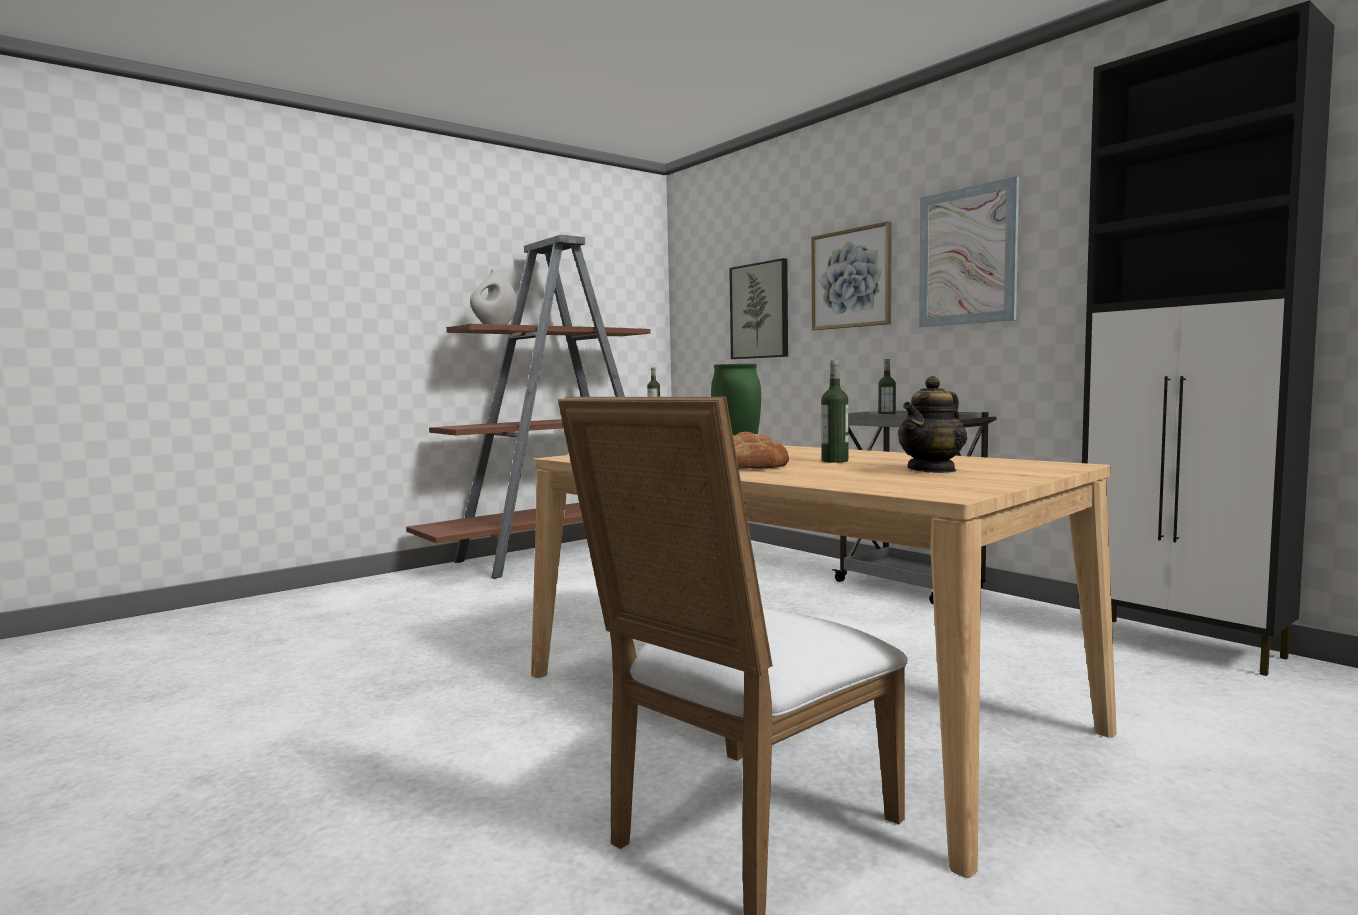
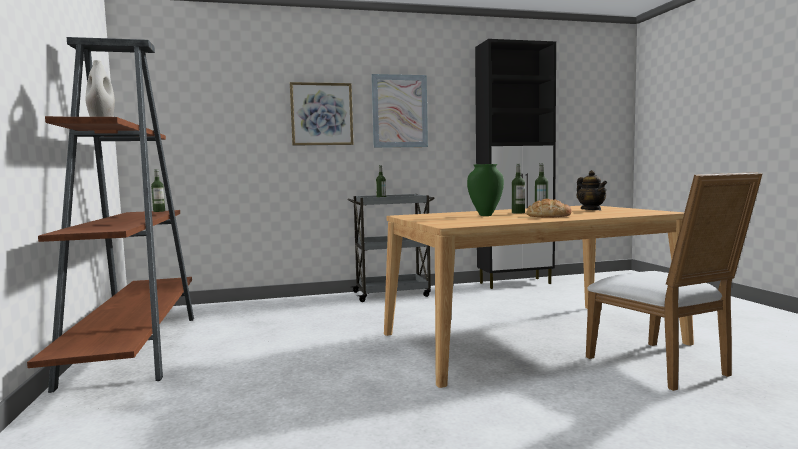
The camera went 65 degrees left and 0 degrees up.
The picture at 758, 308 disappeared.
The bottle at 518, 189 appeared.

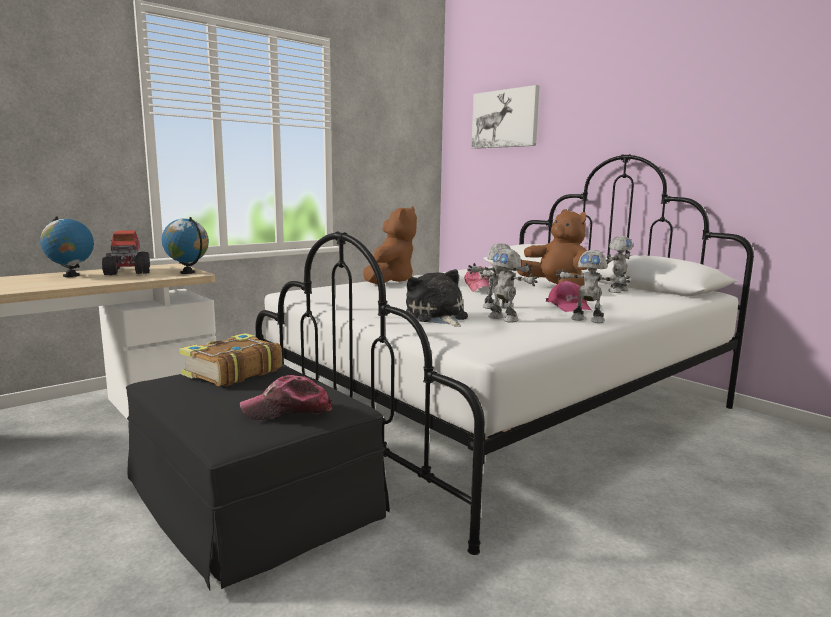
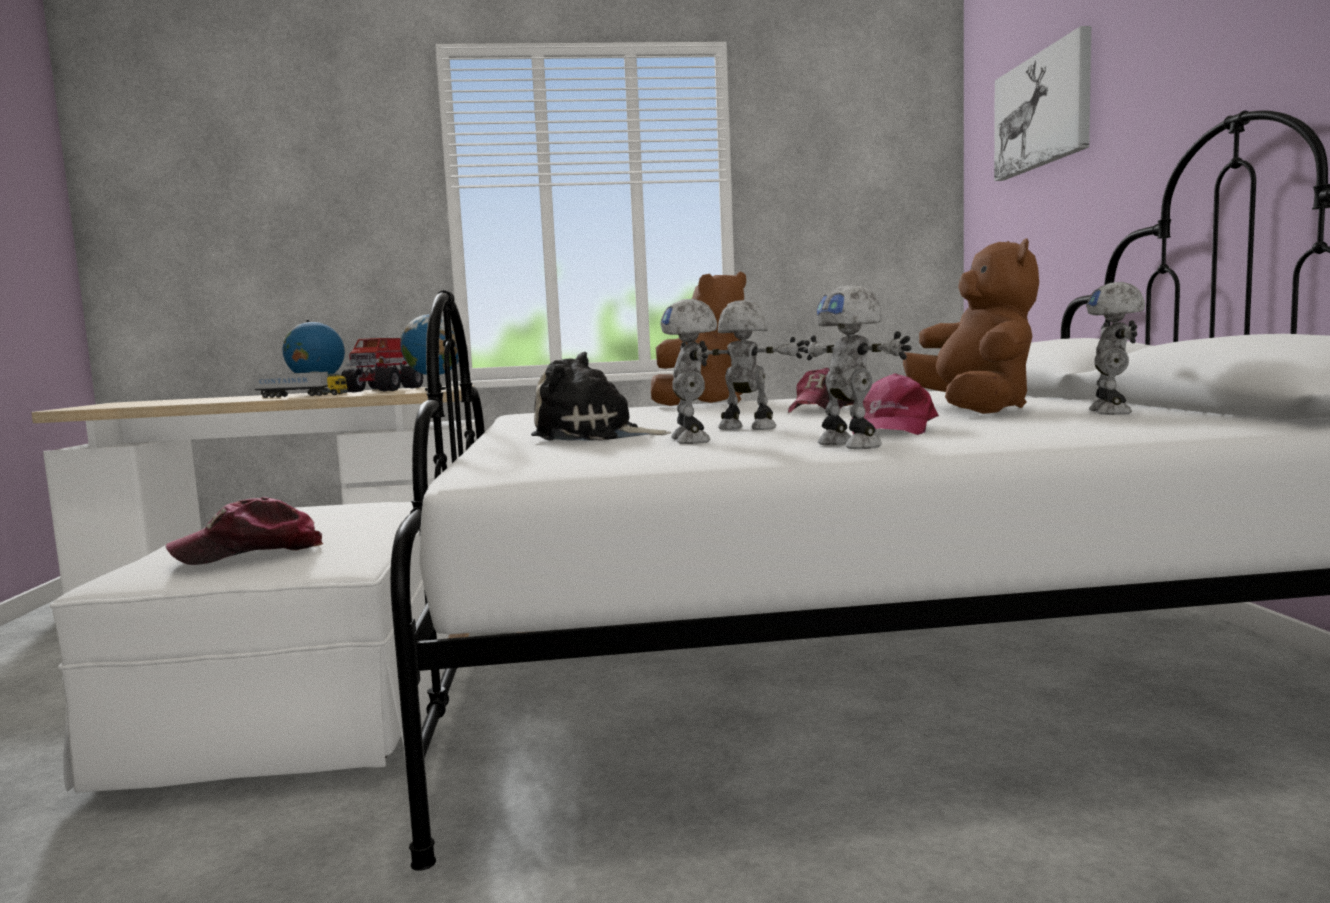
The camera went 35 degrees right and 5 degrees down.
The toy robot at 619, 264 turned 120 degrees clockwise.
The plush toy at 437, 298 turned 90 degrees counterclockwise.
The book at 230, 360 disappeared.
The ottoman in black at 258, 477 became the ottoman in white at 250, 647.
The cap at 286, 397 turned 45 degrees counterclockwise.
The toy truck at 300, 384 appeared.

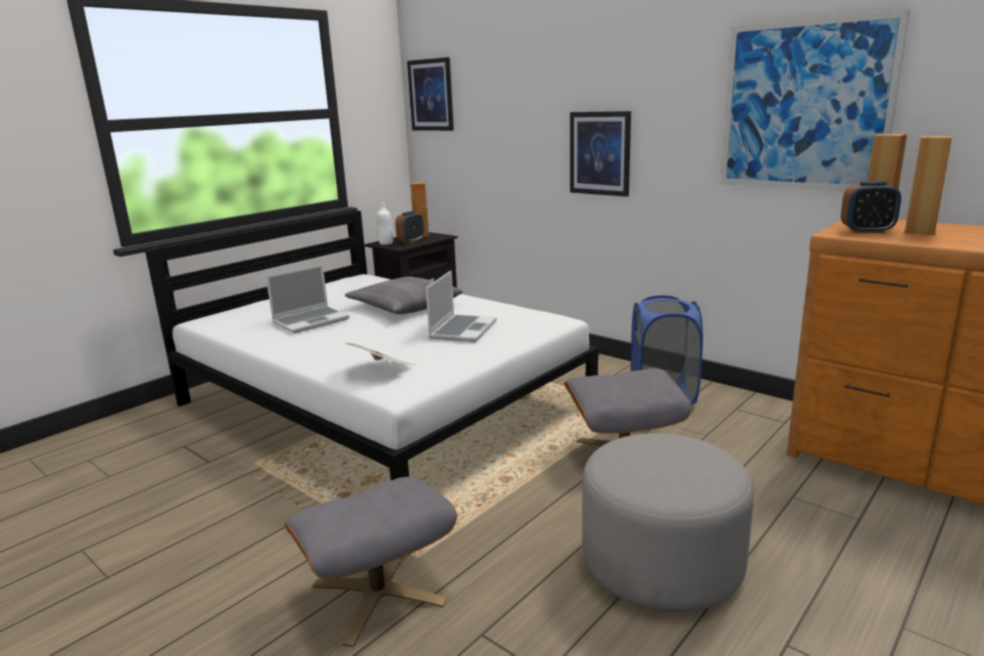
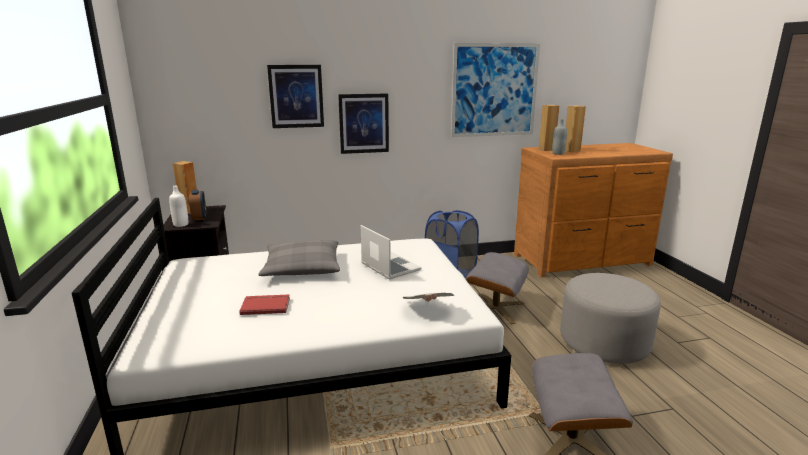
The camera went 55 degrees left and 0 degrees up.
The picture moved from 430, 94 to 295, 96.
The alarm clock at 871, 207 was replaced by the bottle in grey at 559, 137.
The laptop at 307, 298 was replaced by the book in red at 264, 304.

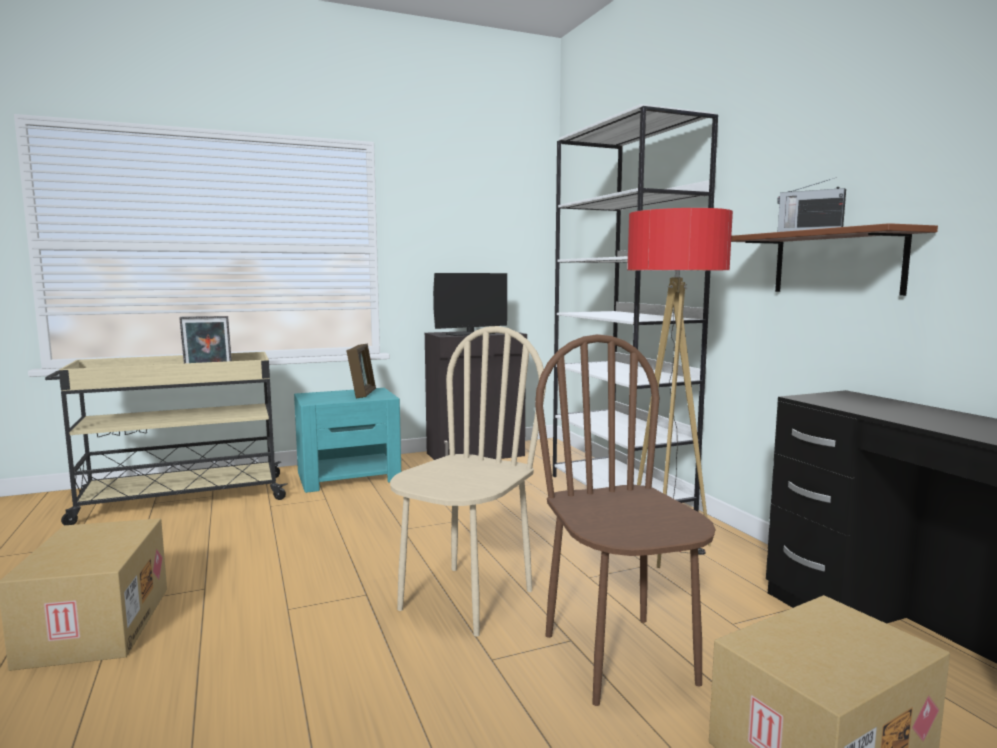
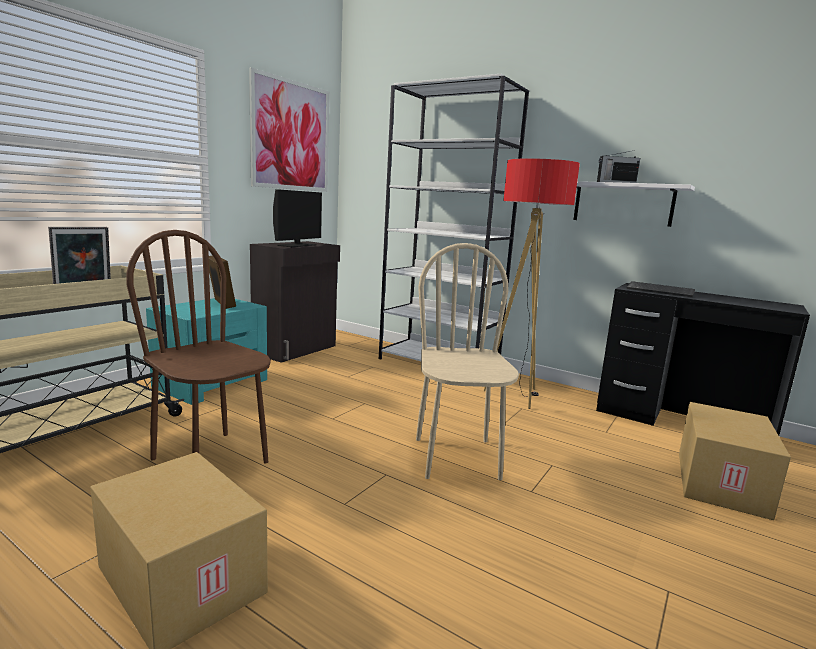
The camera went 35 degrees left and 5 degrees up.
The shelf in brown at 834, 259 became the shelf in white at 634, 204.
The chair in brown moved from 625, 520 to 198, 346.
The picture at 289, 129 appeared.
The keyboard at 661, 289 appeared.

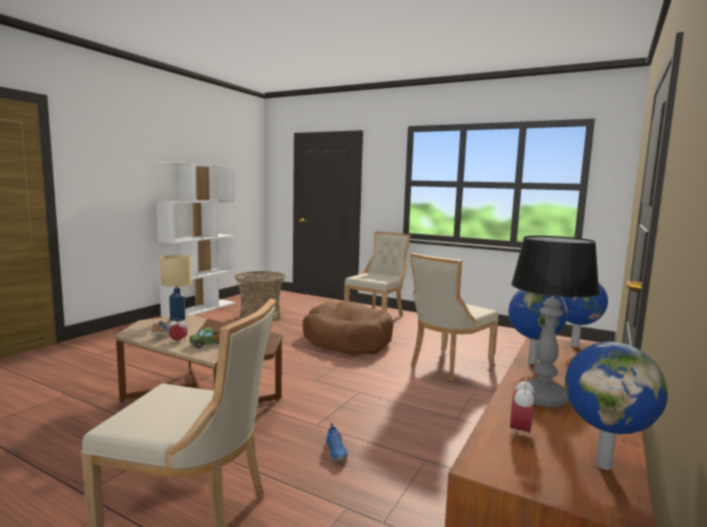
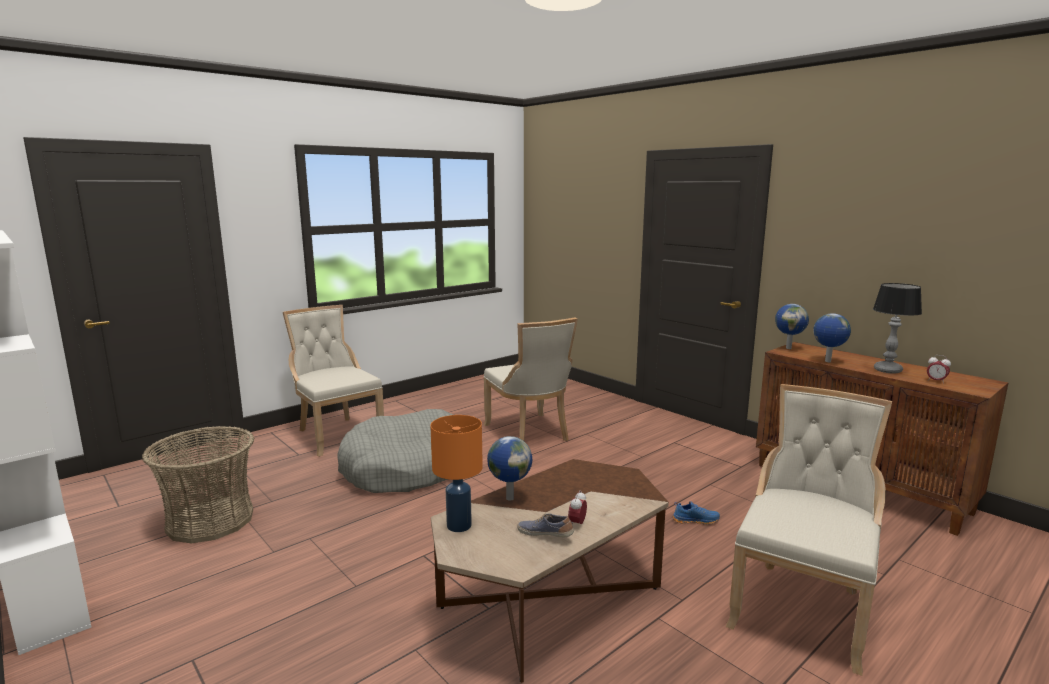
The camera went 70 degrees left and 5 degrees up.
The table lamp in beige at 176, 288 became the table lamp in orange at 456, 473.
The dog bed in brown at 348, 328 became the dog bed in grey at 395, 451.
The toy truck at 204, 337 disappeared.
The globe moved from 616, 405 to 509, 468.

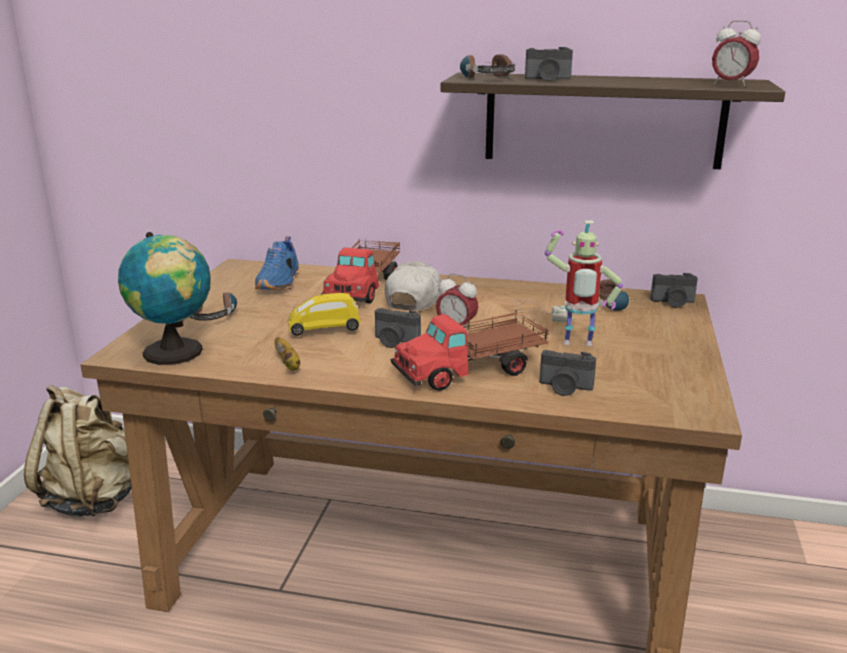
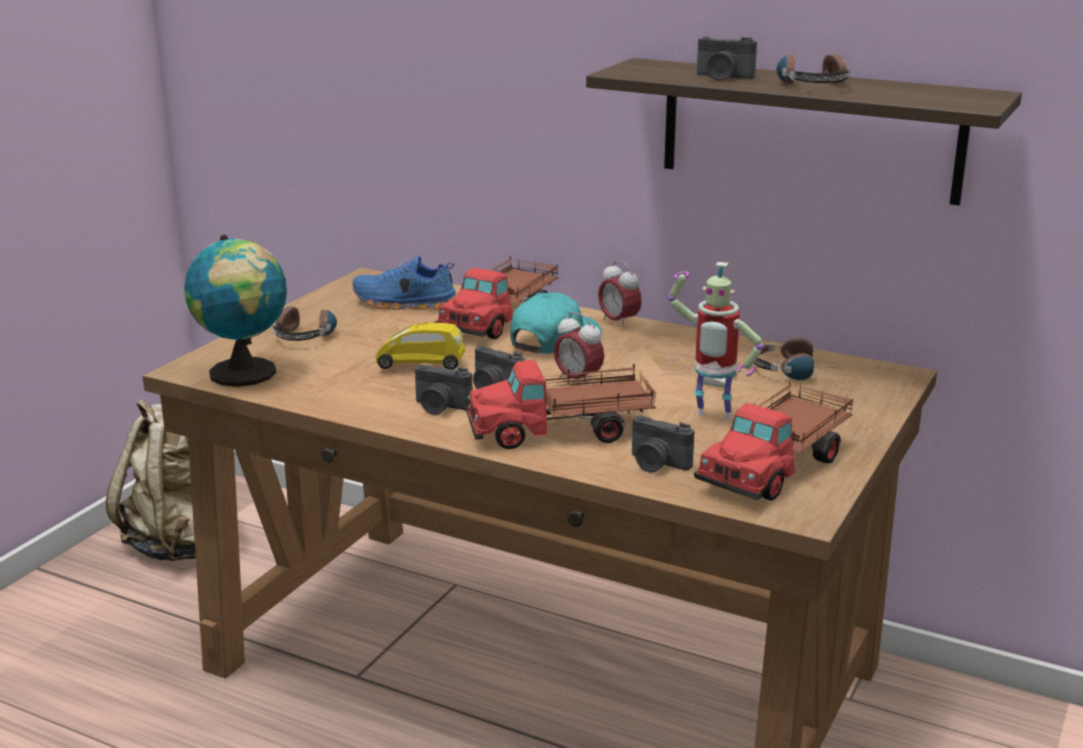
The camera went 15 degrees right and 0 degrees up.
The alarm clock moved from 736, 53 to 620, 294.
The headphones moved from 487, 66 to 813, 69.
The shoe in blue at 277, 263 turned 75 degrees clockwise.
The cap in white at 416, 286 became the cap in turquoise at 556, 323.
The photo camera moved from 674, 290 to 444, 390.
The banana at 287, 354 disappeared.
The toy truck at 774, 440 appeared.

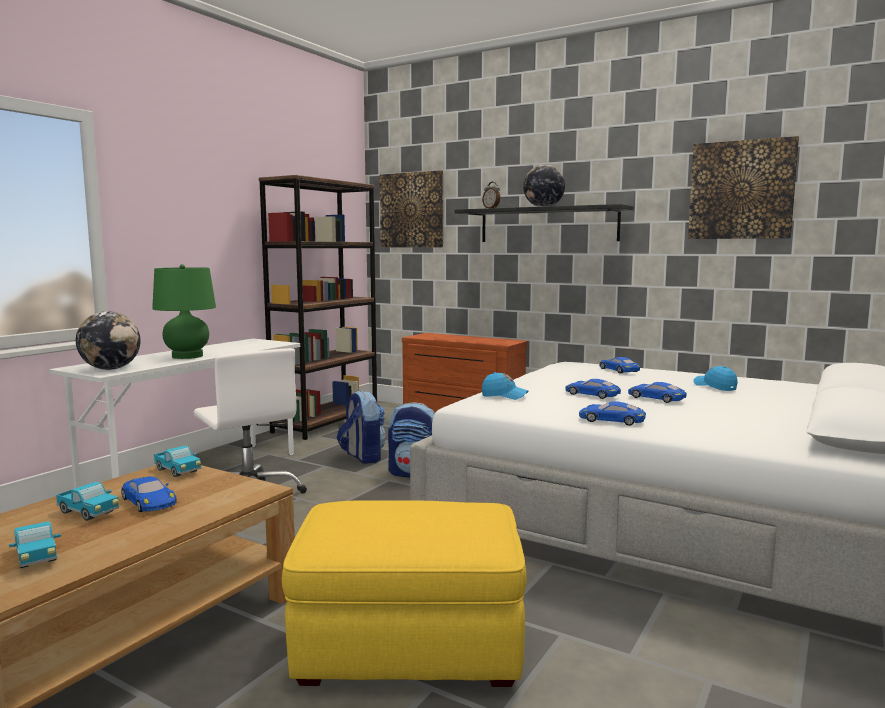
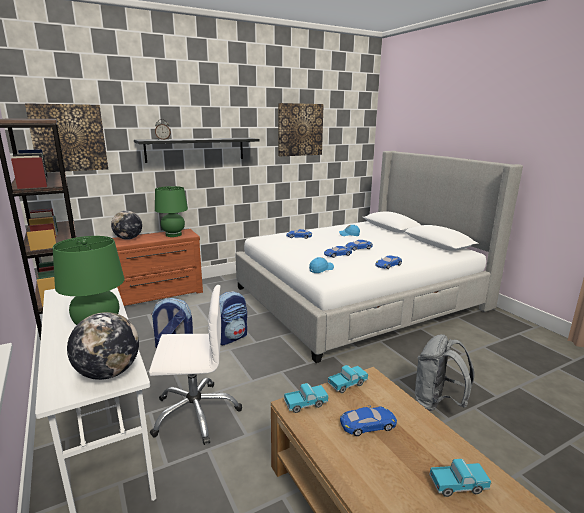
The camera went 60 degrees left and 10 degrees up.
The globe moved from 544, 185 to 126, 225.
The toy truck moved from 87, 501 to 348, 379.
The ottoman in yellow at 404, 593 was replaced by the backpack in grey at 445, 372.
The table lamp in green at 171, 211 appeared.

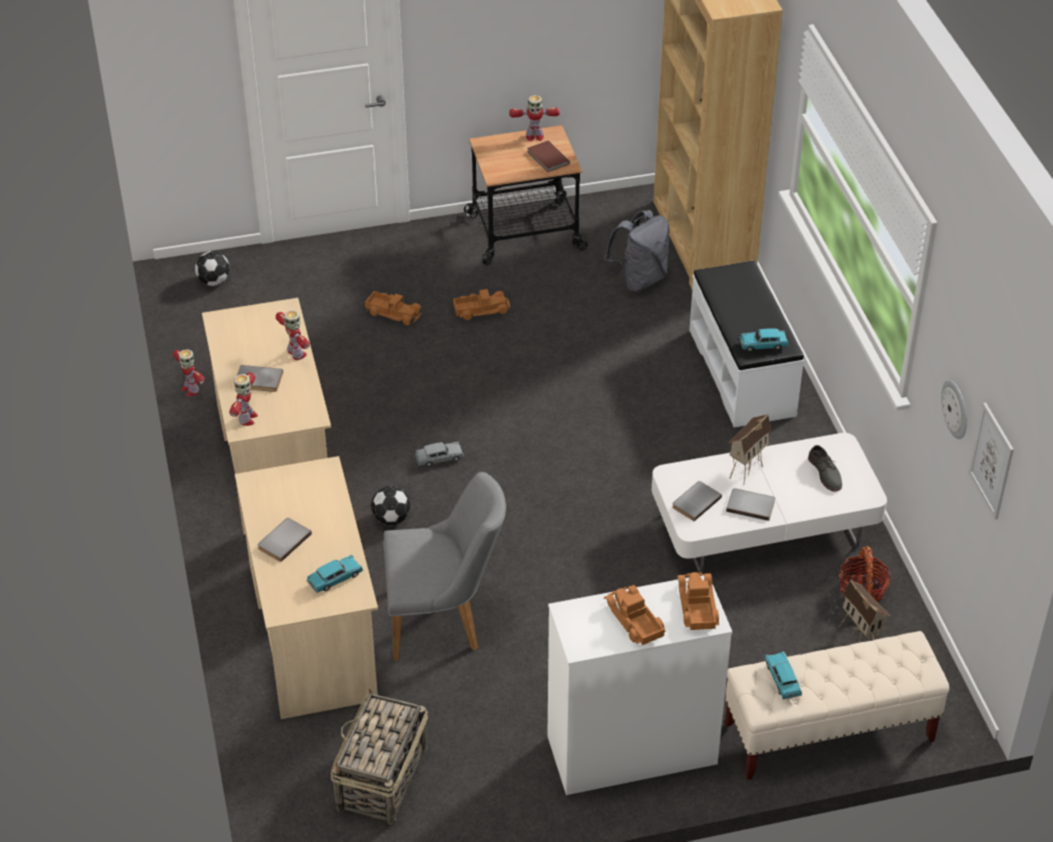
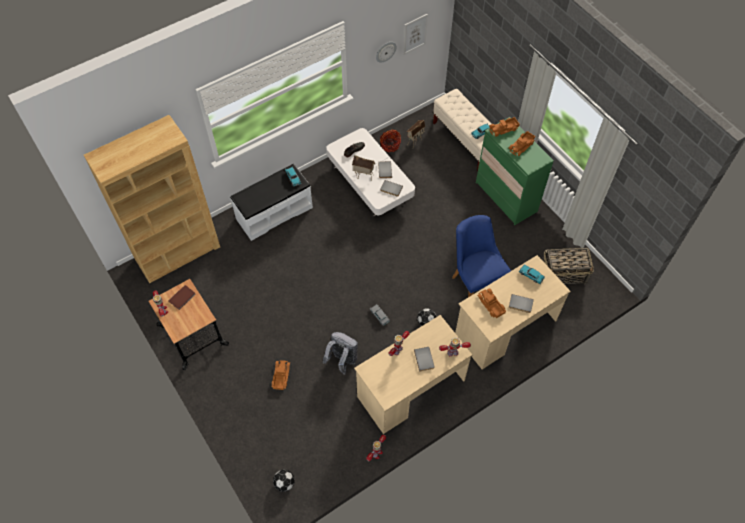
The camera went 110 degrees left and 15 degrees up.
The backpack in grey moved from 636, 251 to 340, 353.
The toy truck moved from 481, 304 to 491, 303.
The chair in grey at 444, 566 became the chair in blue at 481, 256.
The dresser in white at 639, 685 became the dresser in green at 515, 171.

